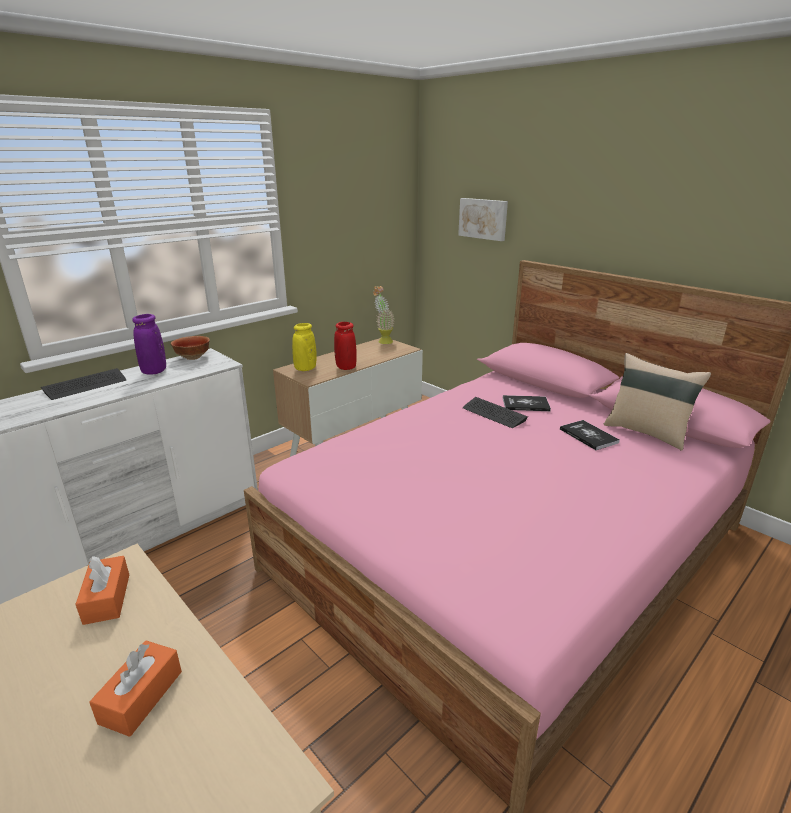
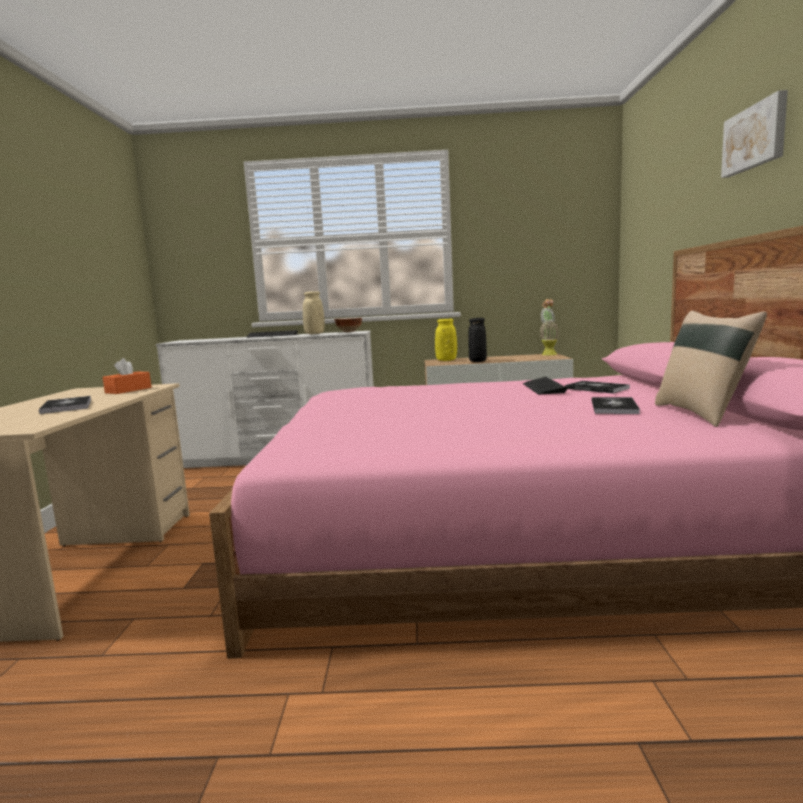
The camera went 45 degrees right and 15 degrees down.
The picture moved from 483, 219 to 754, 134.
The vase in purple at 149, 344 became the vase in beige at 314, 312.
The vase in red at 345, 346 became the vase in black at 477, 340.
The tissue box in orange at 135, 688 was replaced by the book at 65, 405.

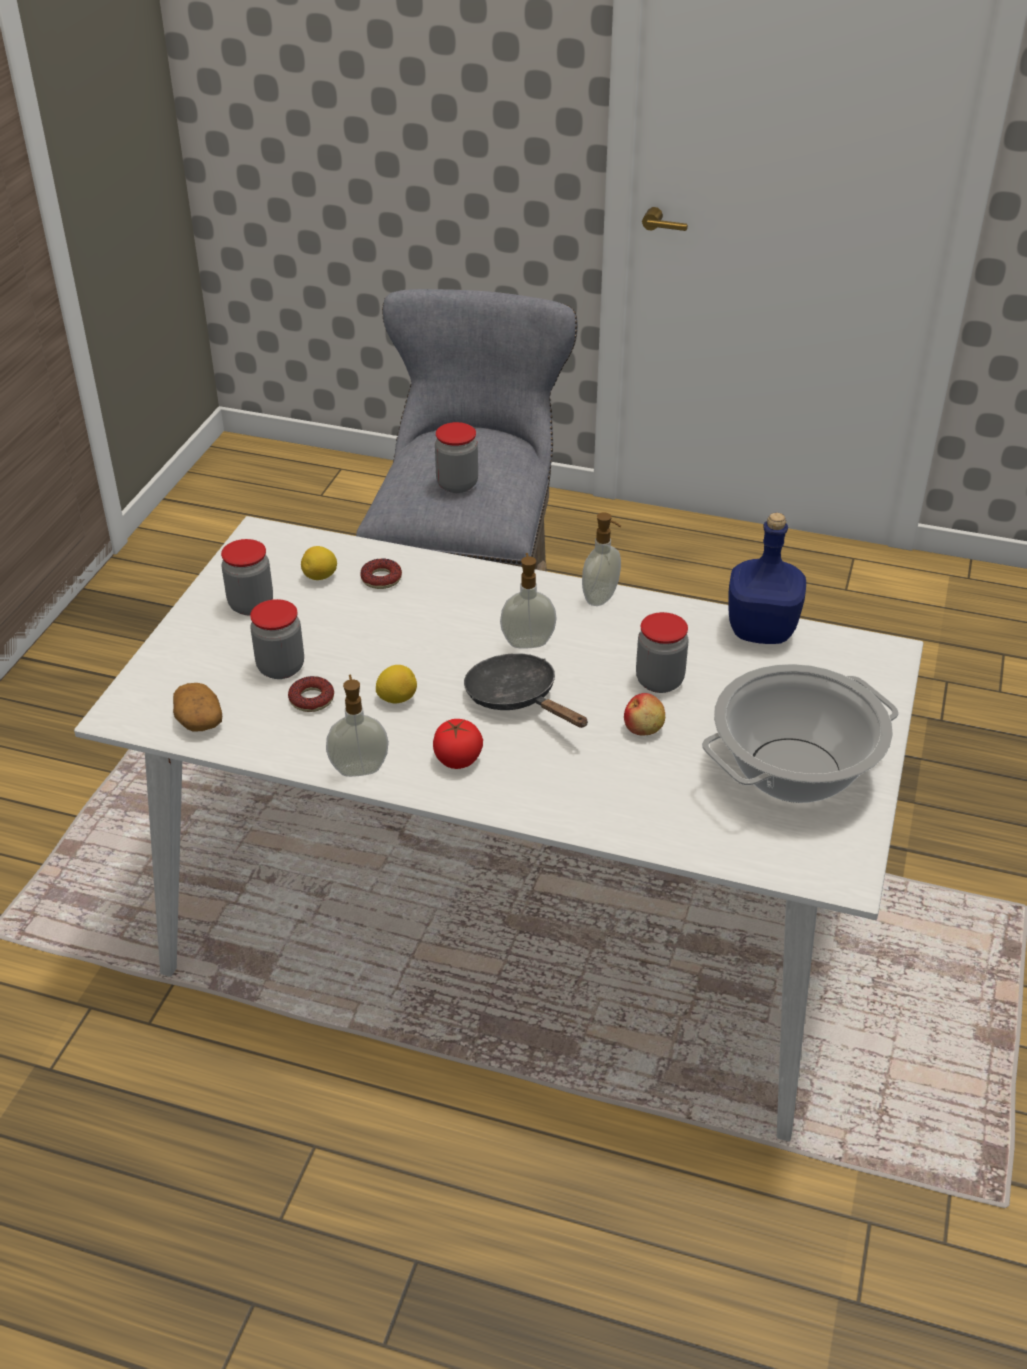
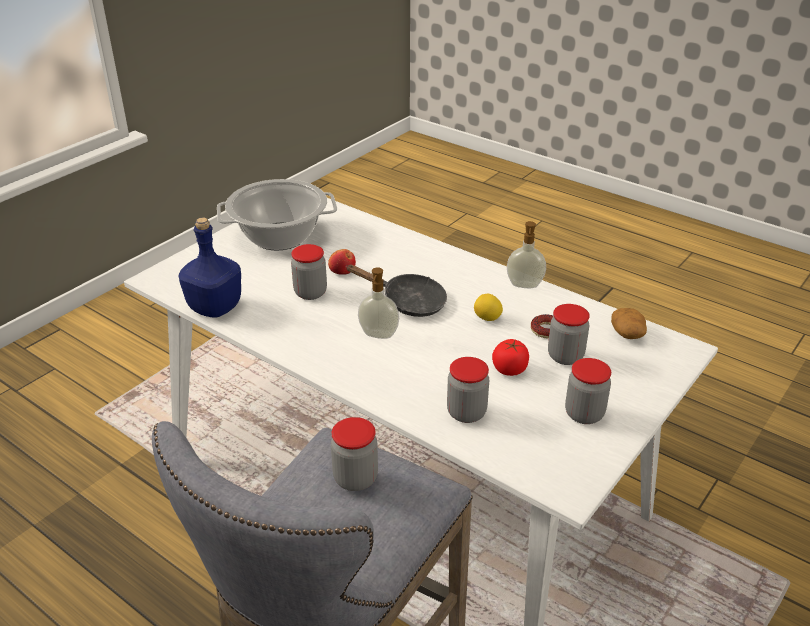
The camera went 160 degrees left and 5 degrees down.
The soap dispenser at 601, 559 disappeared.
The lemon at 319, 563 disappeared.
The donut at 381, 573 was replaced by the jar at 468, 390.
The frying pan in black at 526, 690 turned 45 degrees counterclockwise.
The tomato moved from 458, 744 to 510, 357.

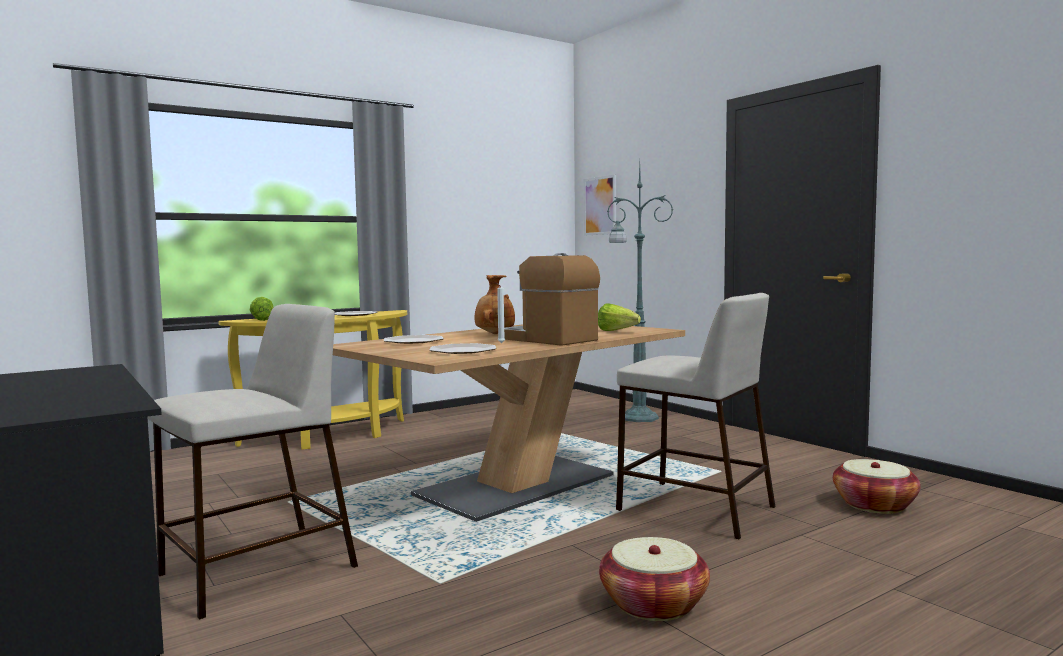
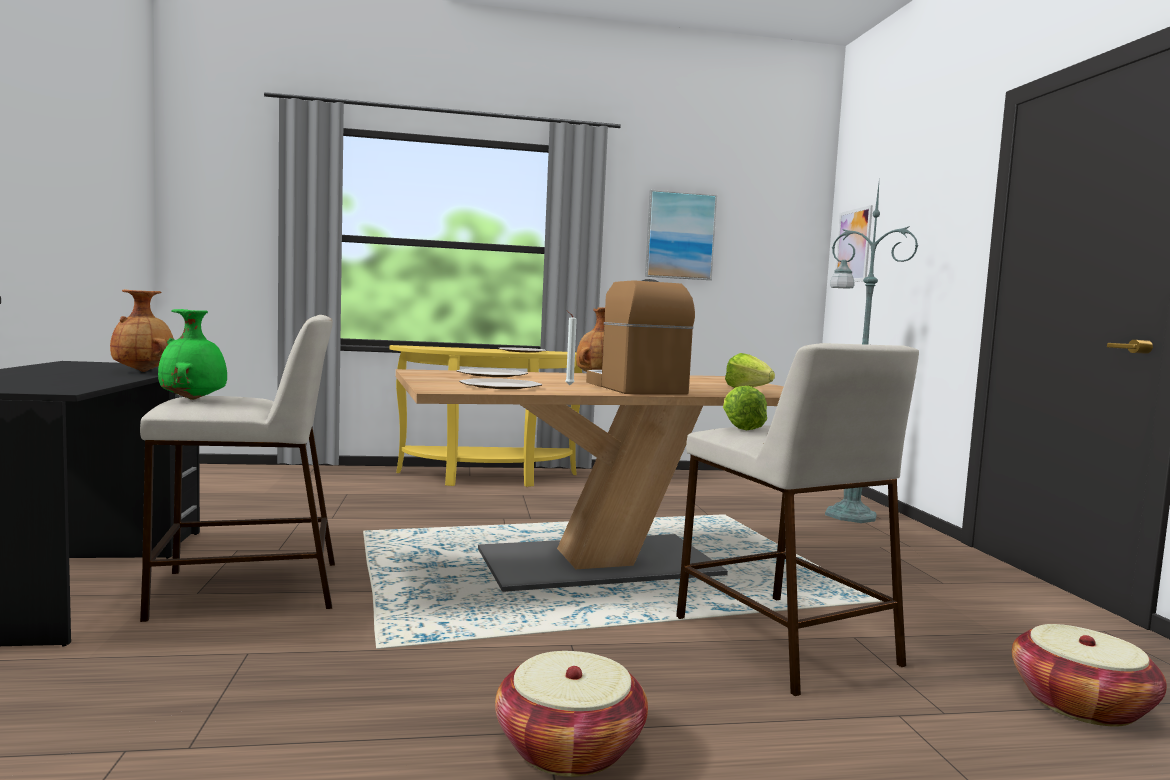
The camera went 25 degrees right and 0 degrees up.
The lettuce moved from 261, 309 to 745, 408.
The picture at 681, 235 appeared.
The vase in brown at 142, 330 appeared.
The vase in green at 192, 354 appeared.

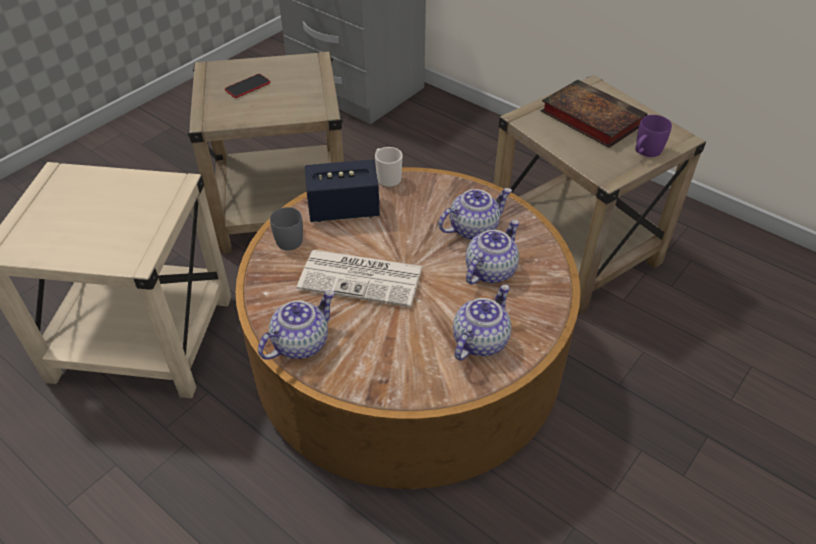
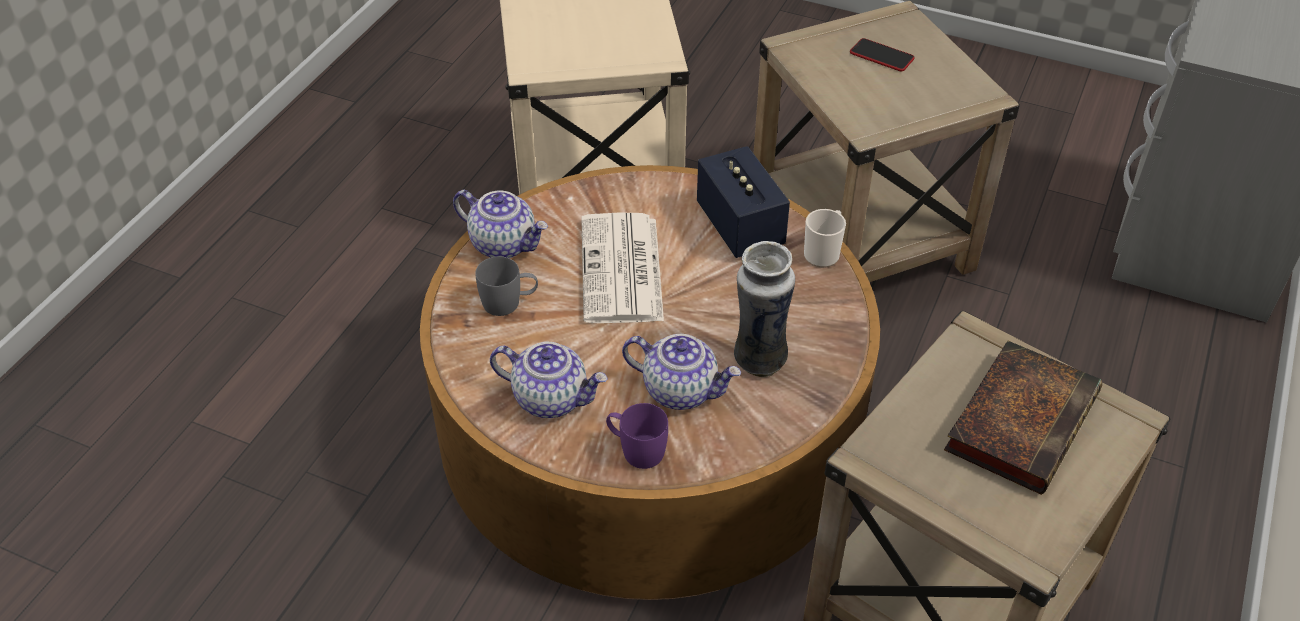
The camera went 75 degrees right and 0 degrees up.
The mug in purple moved from 653, 136 to 637, 436.
The teapot at 475, 214 was replaced by the vase at 764, 309.
The mug in grey moved from 286, 228 to 506, 286.

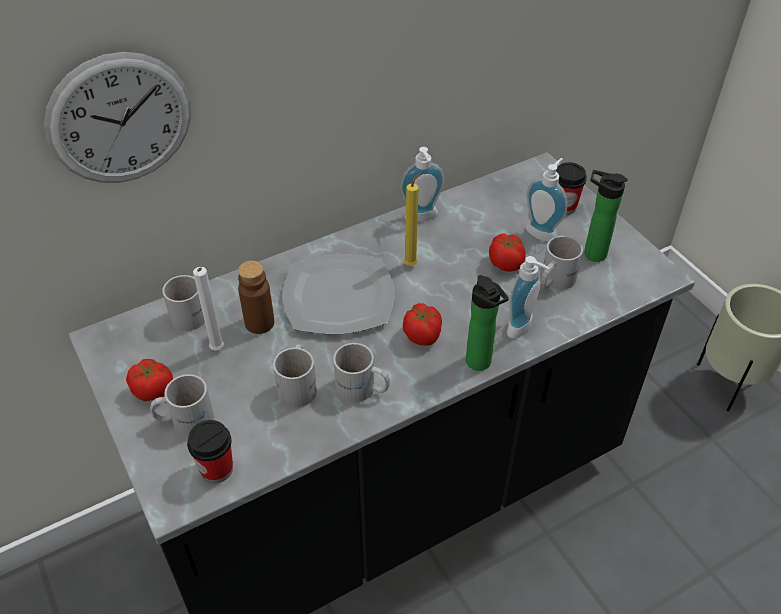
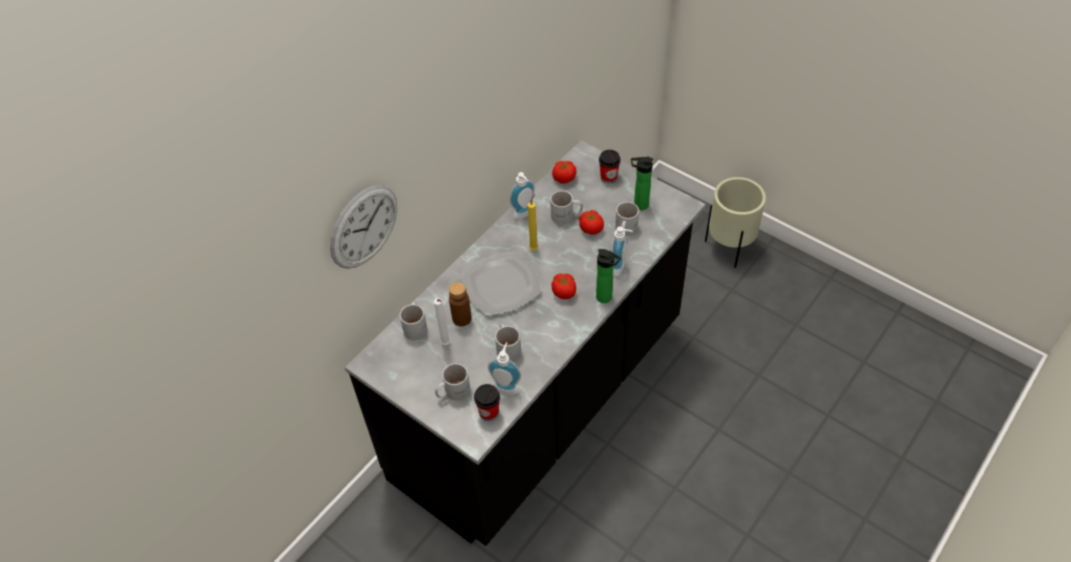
The camera went 20 degrees left and 5 degrees up.
The soap dispenser moved from 546, 200 to 504, 368.
The mug in white moved from 361, 373 to 566, 208.
The tomato moved from 149, 380 to 564, 172.

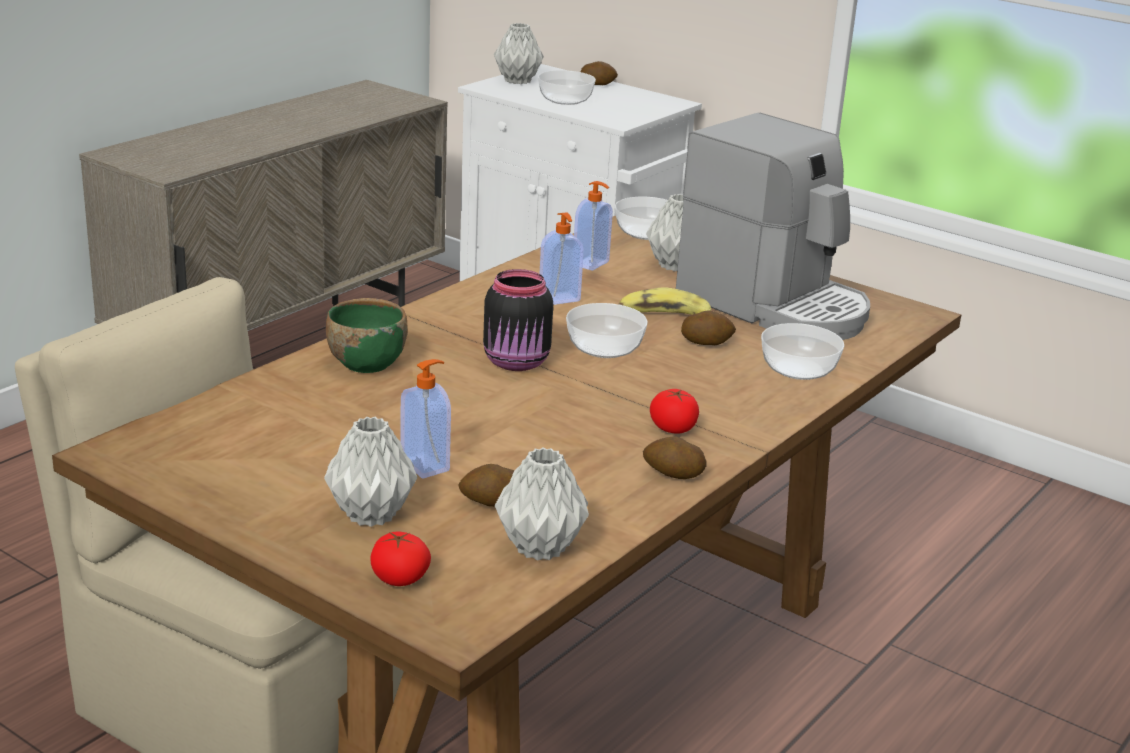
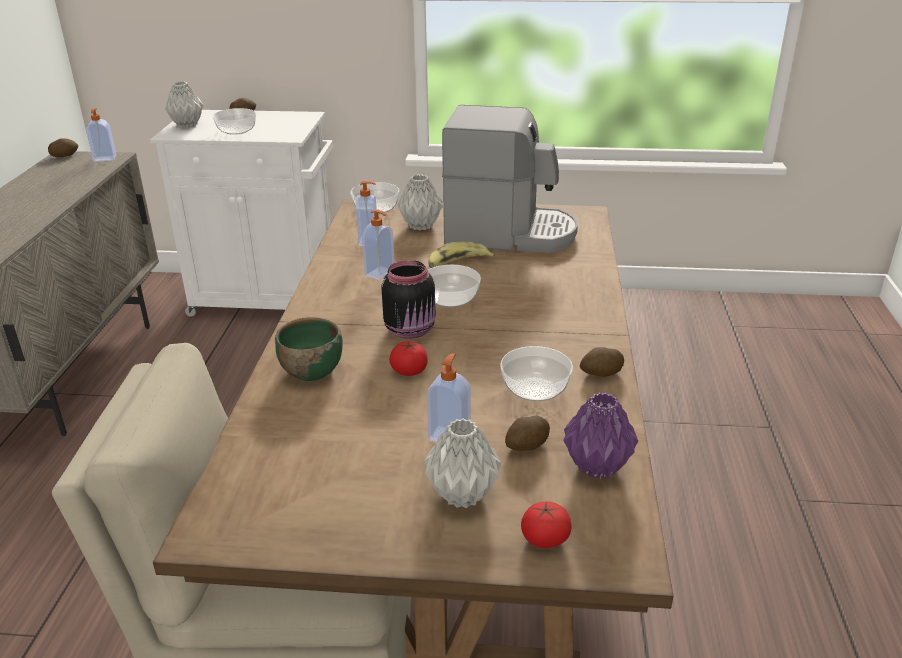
The camera went 30 degrees left and 5 degrees up.
The potato moved from 708, 327 to 63, 147.
The bowl moved from 802, 351 to 536, 373.
The tomato moved from 674, 411 to 408, 358.
The vase in grey at 542, 504 became the vase in purple at 600, 435.
The soap dispenser at 101, 135 appeared.

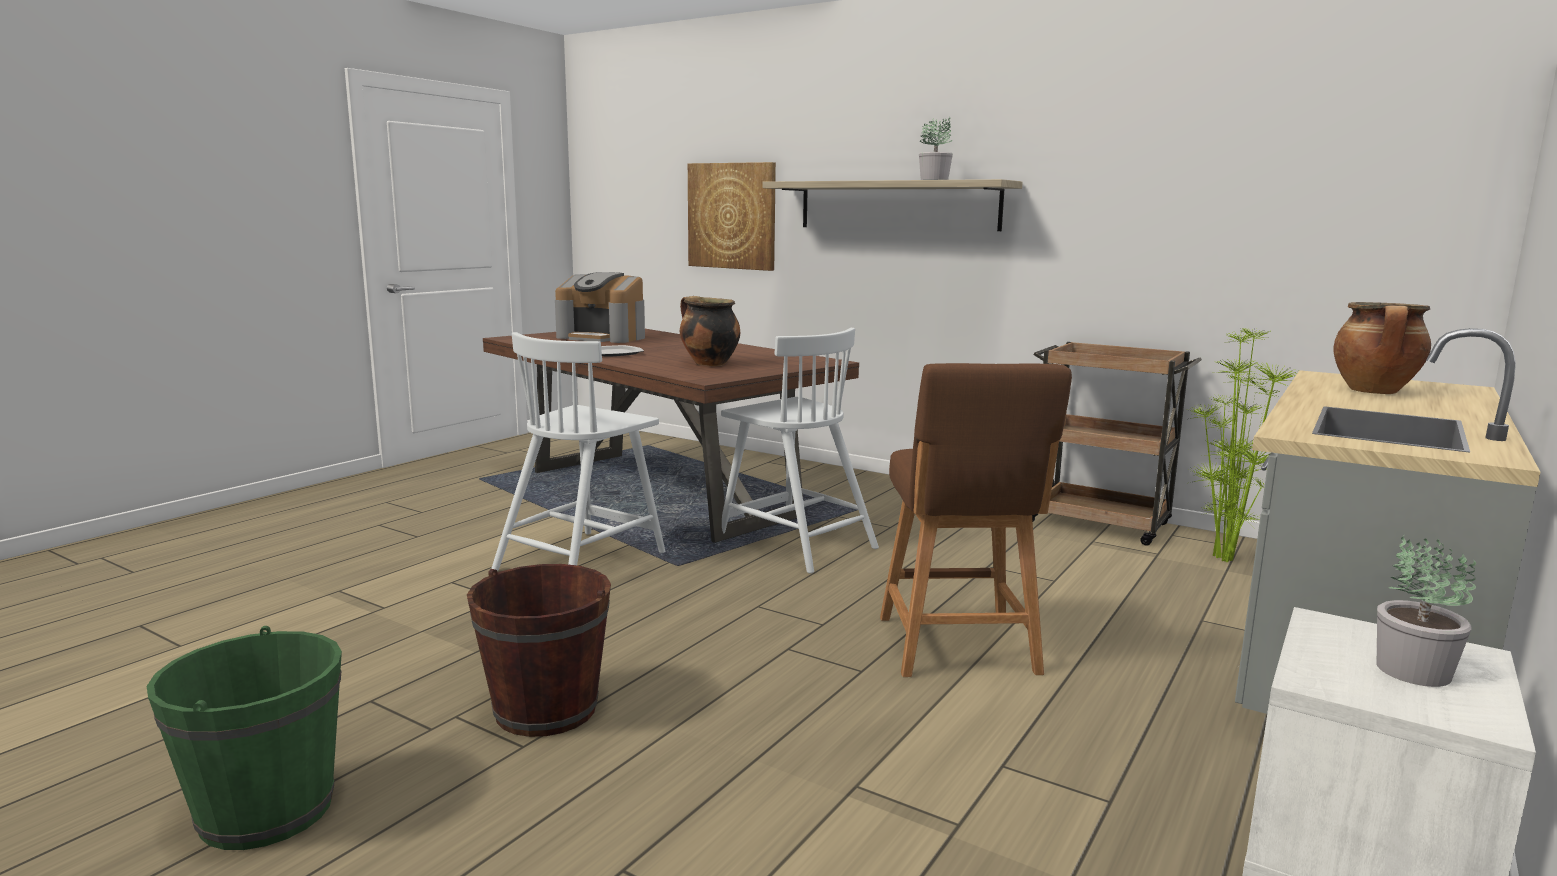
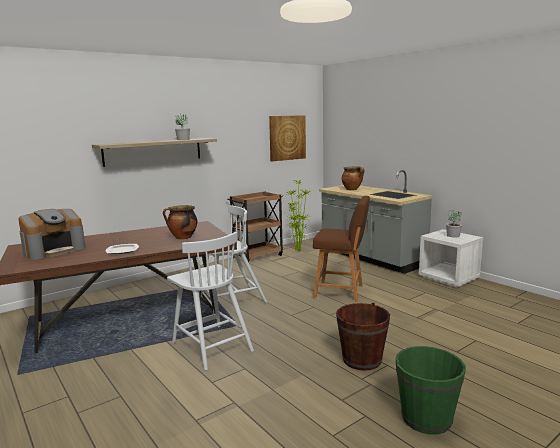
The camera went 70 degrees left and 0 degrees up.
The picture moved from 732, 216 to 287, 138.

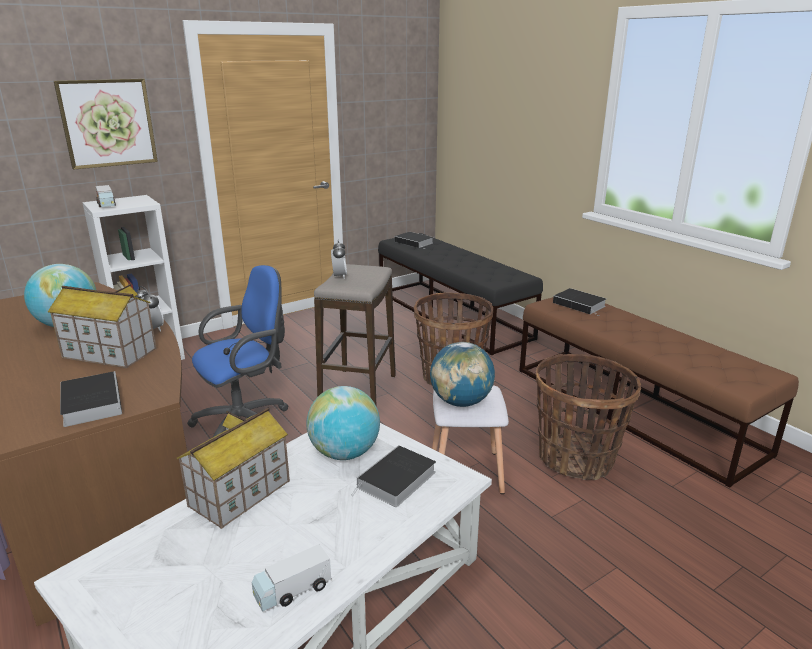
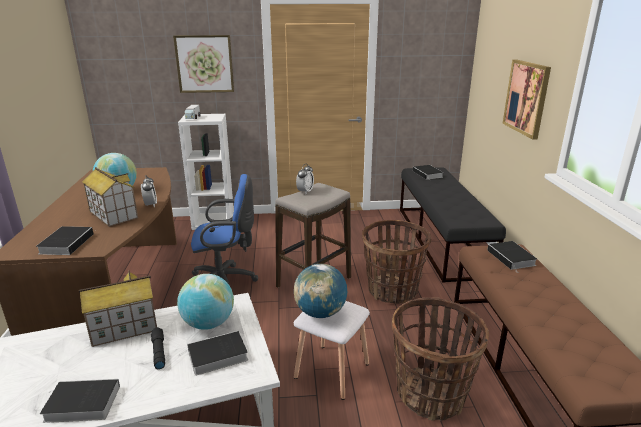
The camera went 30 degrees right and 0 degrees up.
The toy truck at 291, 578 was replaced by the book at 80, 401.
The picture at 527, 99 appeared.
The flashlight in black at 158, 348 appeared.

